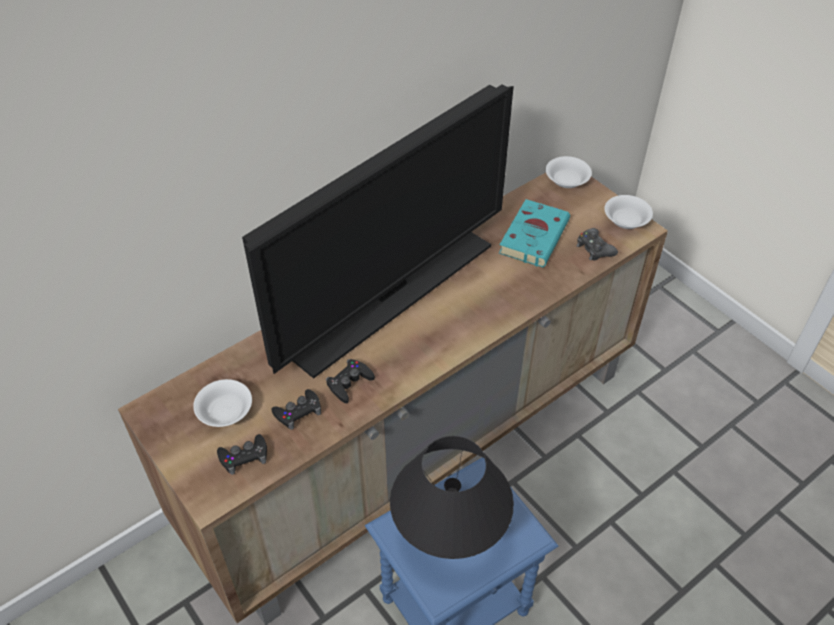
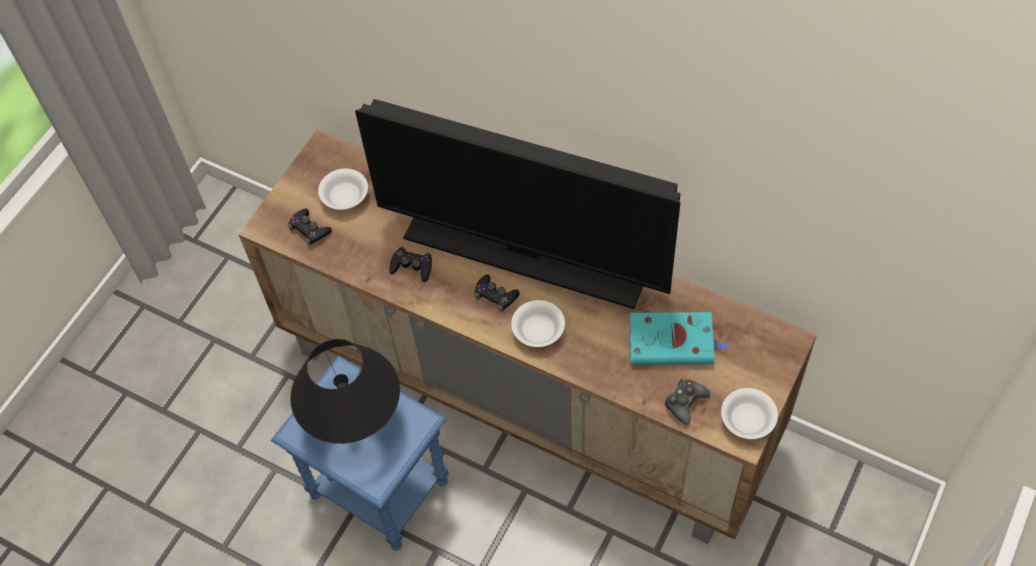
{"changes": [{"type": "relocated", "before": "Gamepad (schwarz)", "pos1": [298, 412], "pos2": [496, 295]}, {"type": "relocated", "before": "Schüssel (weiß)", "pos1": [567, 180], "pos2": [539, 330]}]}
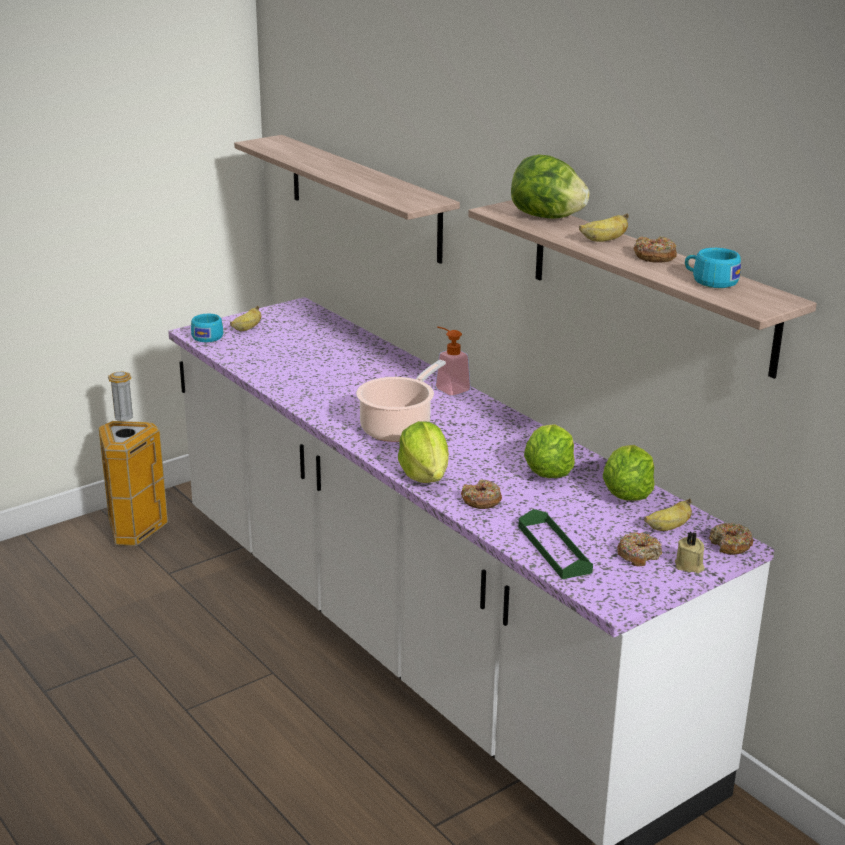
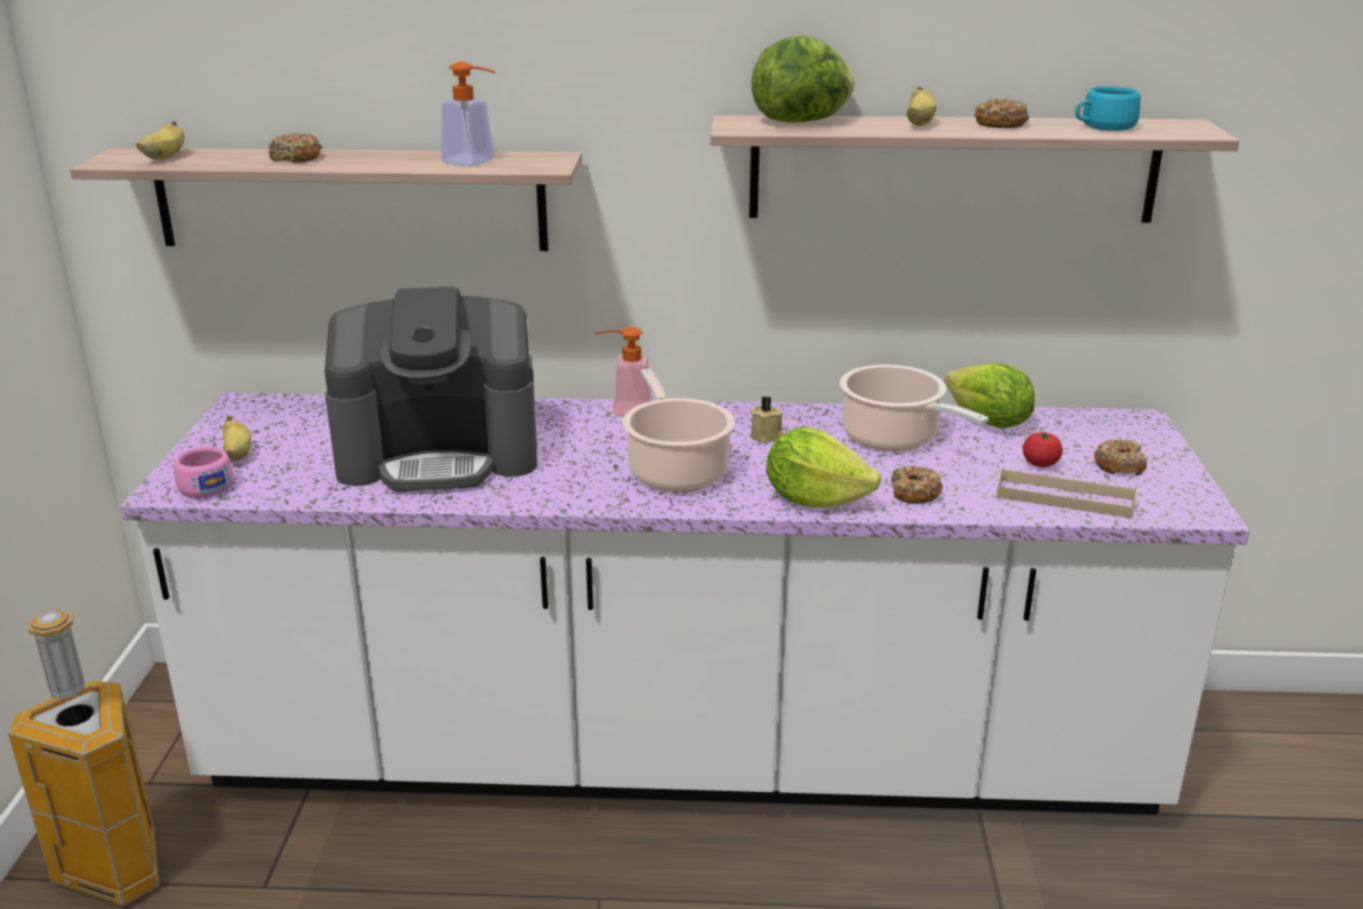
{"changes": [{"type": "appeared", "after": "Kaffeemaschine", "pos2": [440, 453]}, {"type": "appeared", "after": "Seifenspender", "pos2": [476, 162]}, {"type": "appeared", "after": "Tomate", "pos2": [1040, 464]}, {"type": "relocated", "before": "Banane", "pos1": [668, 528], "pos2": [165, 157]}, {"type": "relocated", "before": "Kerze (beige)", "pos1": [689, 566], "pos2": [767, 436]}, {"type": "relocated", "before": "Donut", "pos1": [730, 545], "pos2": [296, 157]}, {"type": "exchanged", "before": "Salatkopf", "after": "Kochtopf", "pos1": [548, 472], "pos2": [894, 438]}, {"type": "colour", "before": "Tasse (türkis)", "after": "Tasse (rosa)", "pos1": [209, 336], "pos2": [204, 486]}, {"type": "colour", "before": "Tablett (grün)", "after": "Tablett (beige)", "pos1": [554, 549], "pos2": [1064, 498]}]}
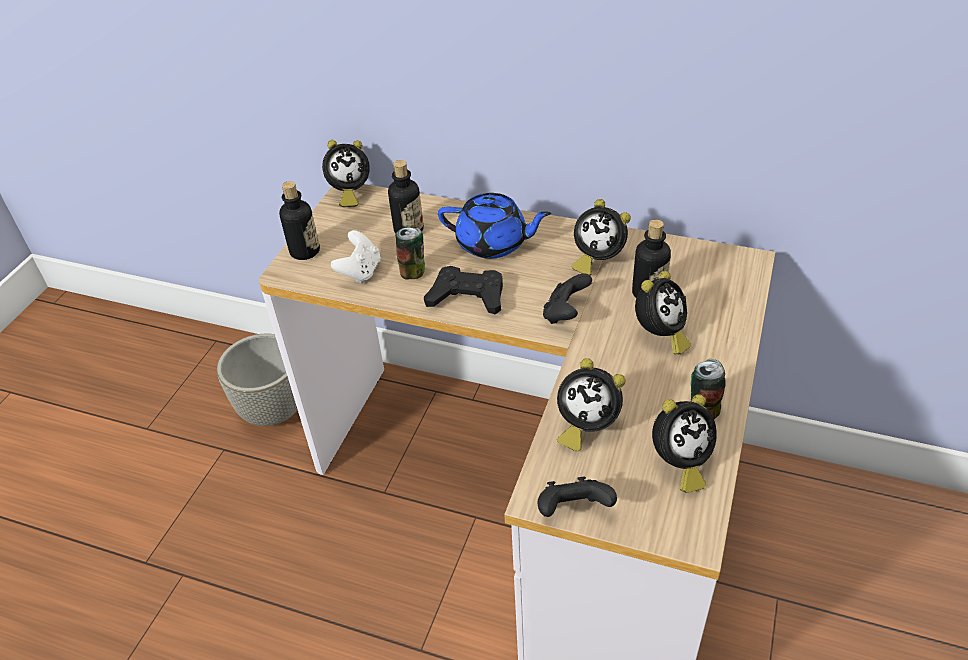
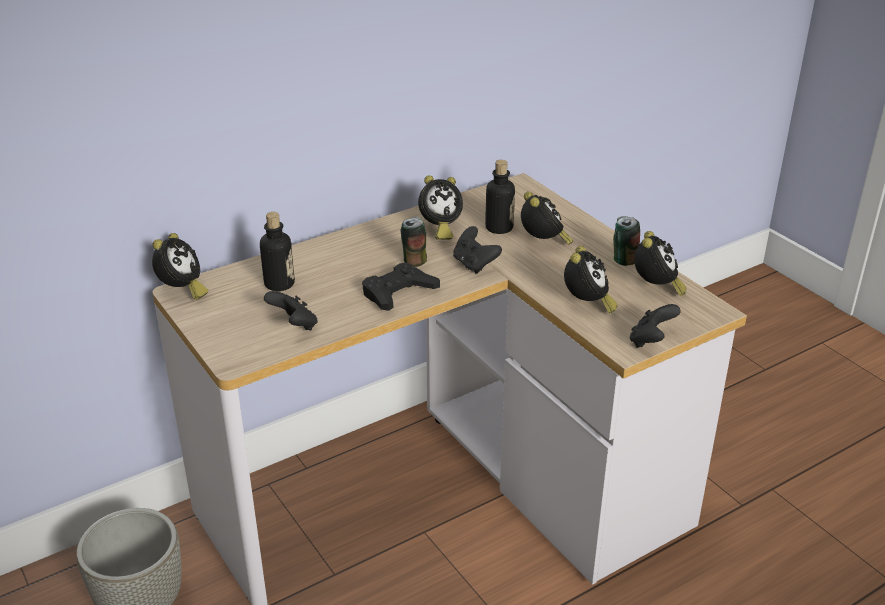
{"changes": [{"type": "missing", "before": "Flasche", "pos1": [305, 251]}, {"type": "missing", "before": "Teekanne (blau)", "pos1": [493, 243]}, {"type": "relocated", "before": "Dose", "pos1": [413, 272], "pos2": [414, 261]}, {"type": "colour", "before": "Gamepad (weiß)", "after": "Gamepad (schwarz)", "pos1": [360, 272], "pos2": [294, 325]}, {"type": "spun", "before": "Wecker", "pos1": [585, 426], "pos2": [587, 305], "turn": -45}]}
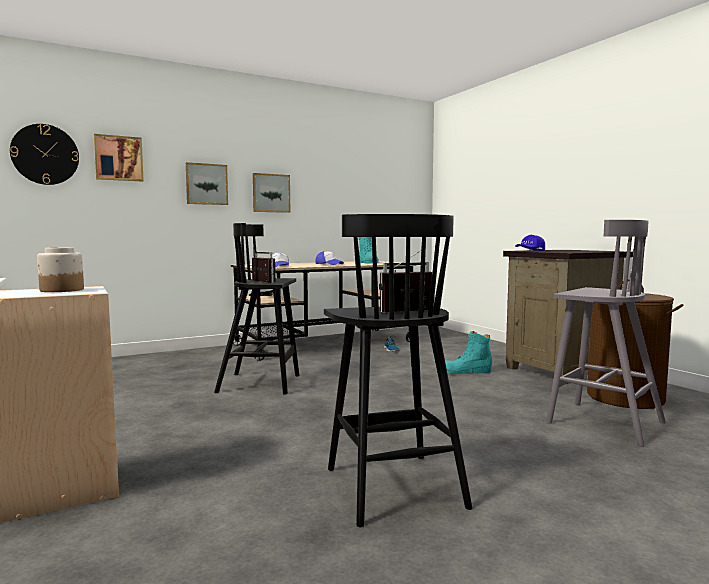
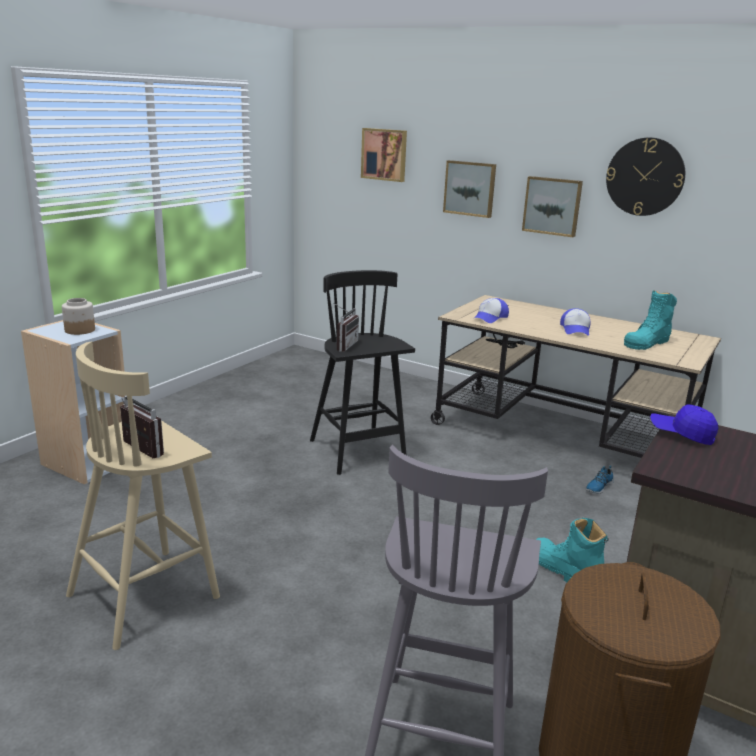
{"changes": [{"type": "relocated", "before": "Wanduhr", "pos1": [45, 154], "pos2": [645, 177]}, {"type": "colour", "before": "Hocker (schwarz)", "after": "Hocker (beige)", "pos1": [392, 484], "pos2": [148, 593]}]}
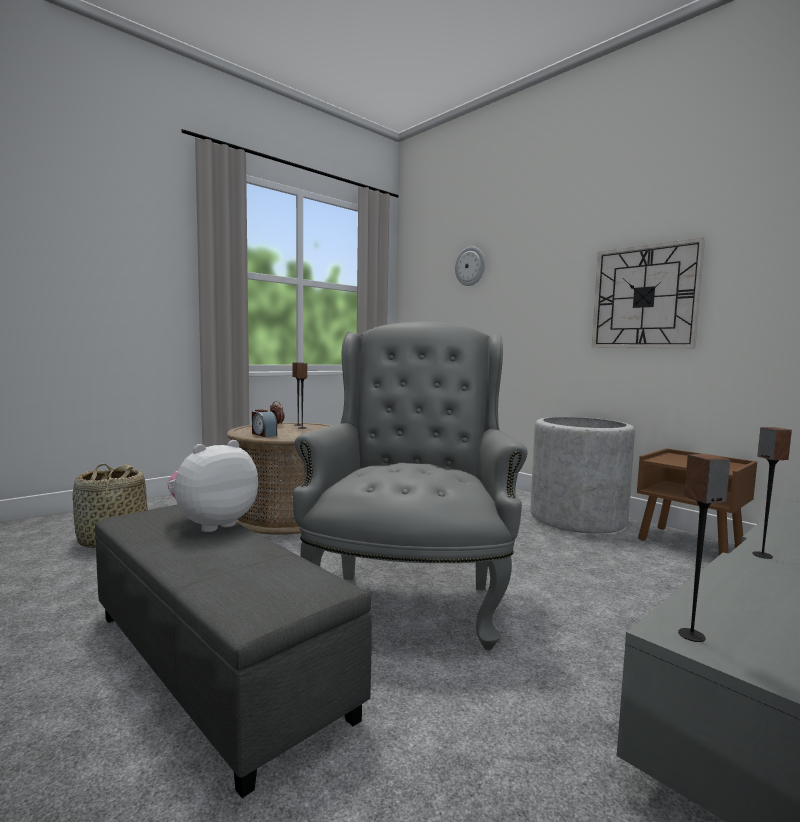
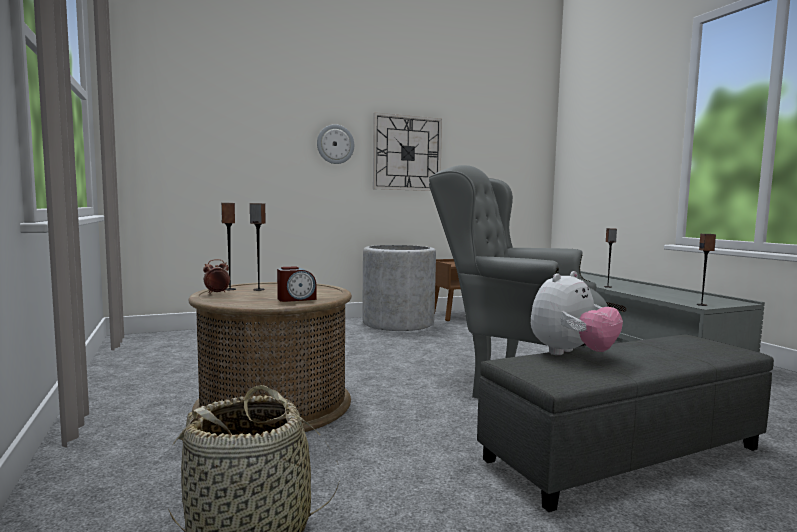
{"changes": [{"type": "relocated", "before": "Wanduhr", "pos1": [470, 266], "pos2": [335, 144]}, {"type": "spun", "before": "Plüschtier", "pos1": [212, 524], "pos2": [571, 354], "turn": -105}]}
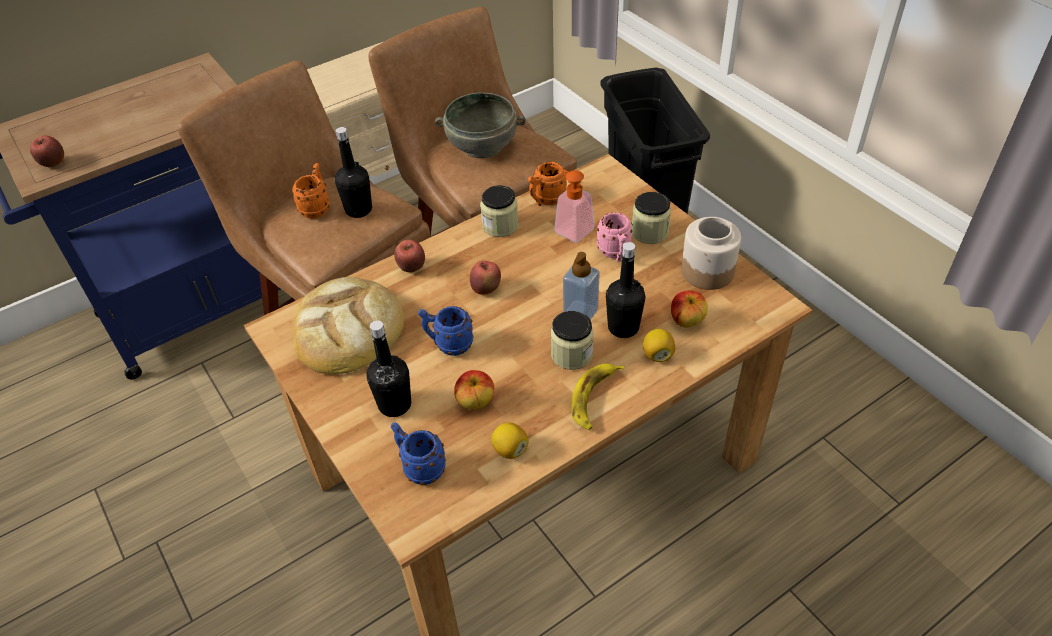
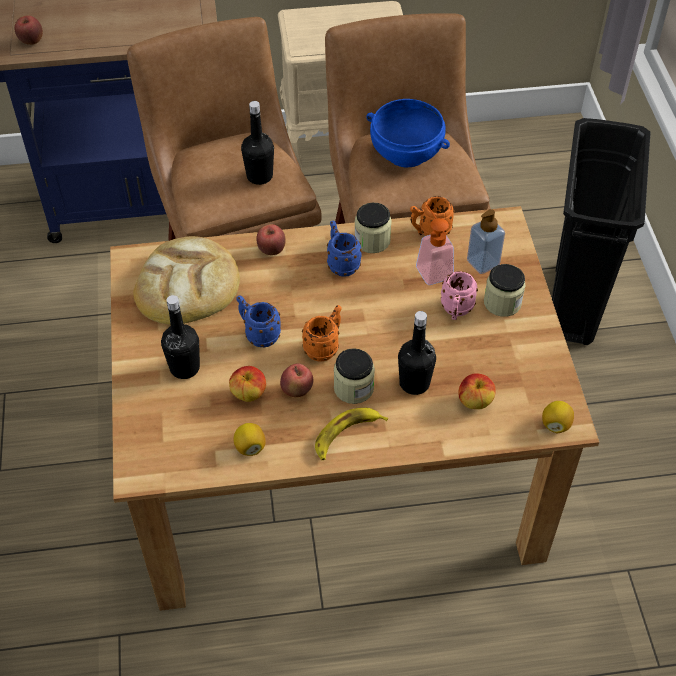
{"changes": [{"type": "missing", "before": "Vorratsglas", "pos1": [708, 271]}, {"type": "relocated", "before": "Henkelbecher (orange)", "pos1": [317, 207], "pos2": [324, 347]}, {"type": "relocated", "before": "Henkelbecher (blau)", "pos1": [420, 467], "pos2": [341, 263]}, {"type": "relocated", "before": "Apfel", "pos1": [486, 289], "pos2": [297, 391]}, {"type": "relocated", "before": "Seifenspender", "pos1": [580, 312], "pos2": [483, 262]}, {"type": "relocated", "before": "Zitrone", "pos1": [657, 355], "pos2": [555, 424]}, {"type": "colour", "before": "Schüssel (grau)", "after": "Schüssel (blau)", "pos1": [482, 145], "pos2": [407, 153]}]}
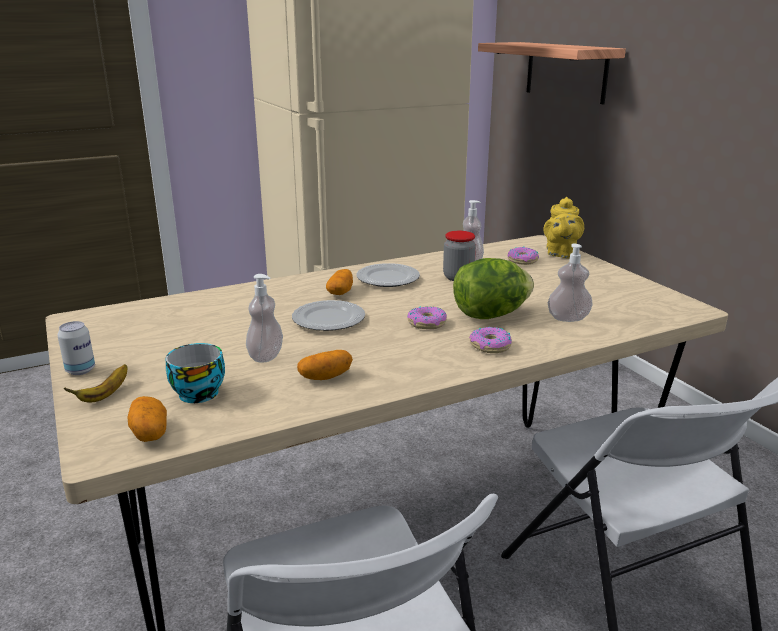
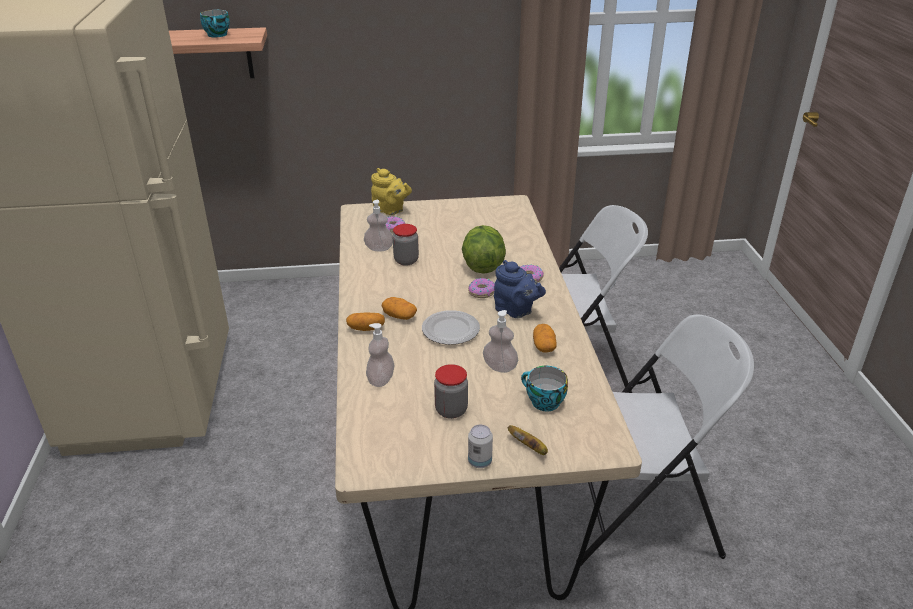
{"changes": [{"type": "missing", "before": "Teller", "pos1": [388, 278]}, {"type": "appeared", "after": "Tasse", "pos2": [218, 35]}, {"type": "appeared", "after": "Vorratsglas", "pos2": [451, 410]}, {"type": "appeared", "after": "Teekanne (blau)", "pos2": [516, 311]}, {"type": "relocated", "before": "Kartoffel", "pos1": [149, 432], "pos2": [366, 328]}, {"type": "relocated", "before": "Seifenspender", "pos1": [568, 318], "pos2": [381, 380]}]}
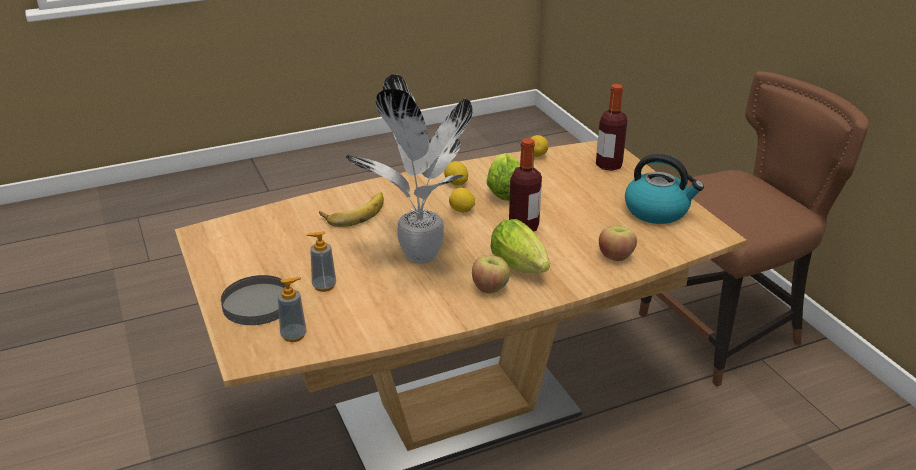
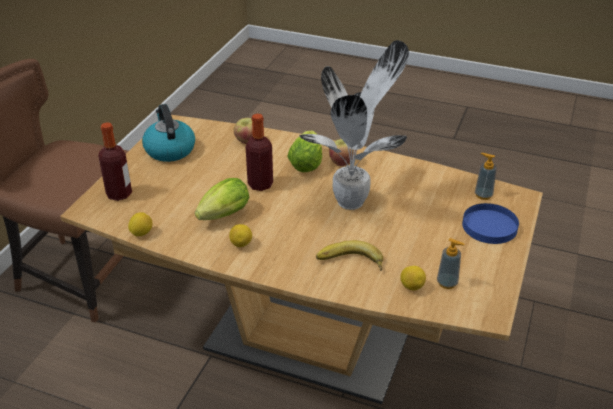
{"changes": [{"type": "relocated", "before": "Seifenspender", "pos1": [324, 286], "pos2": [447, 283]}, {"type": "relocated", "before": "Zitrone", "pos1": [461, 211], "pos2": [411, 286]}, {"type": "colour", "before": "Teller (grau)", "after": "Teller (blau)", "pos1": [258, 303], "pos2": [489, 226]}]}
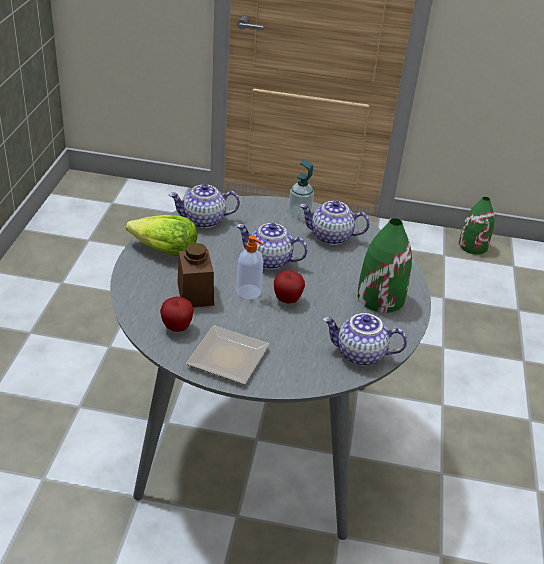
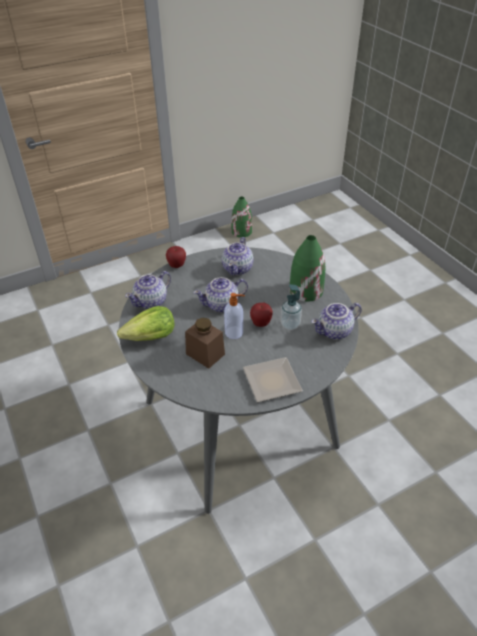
{"changes": [{"type": "relocated", "before": "Apfel", "pos1": [177, 328], "pos2": [177, 266]}, {"type": "relocated", "before": "Seifenspender", "pos1": [299, 213], "pos2": [290, 325]}, {"type": "spun", "before": "Teekanne", "pos1": [331, 237], "pos2": [238, 268], "turn": -45}]}
